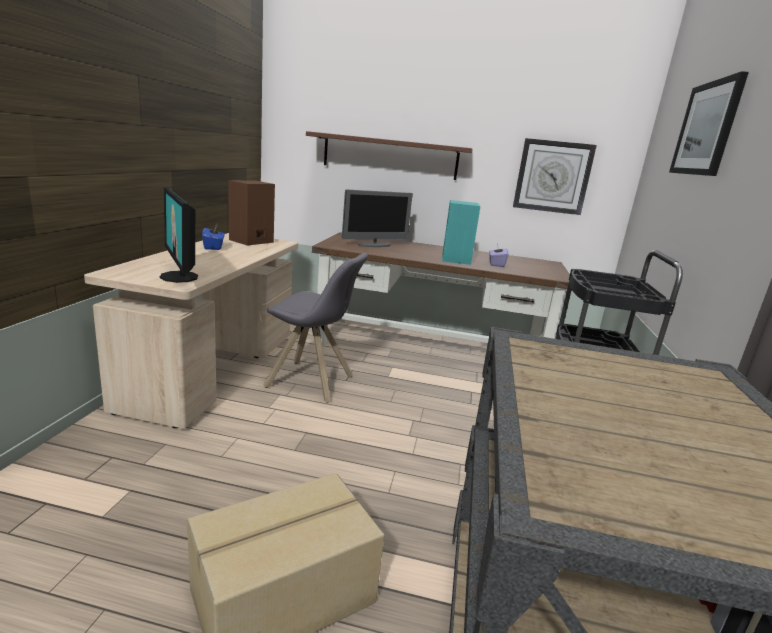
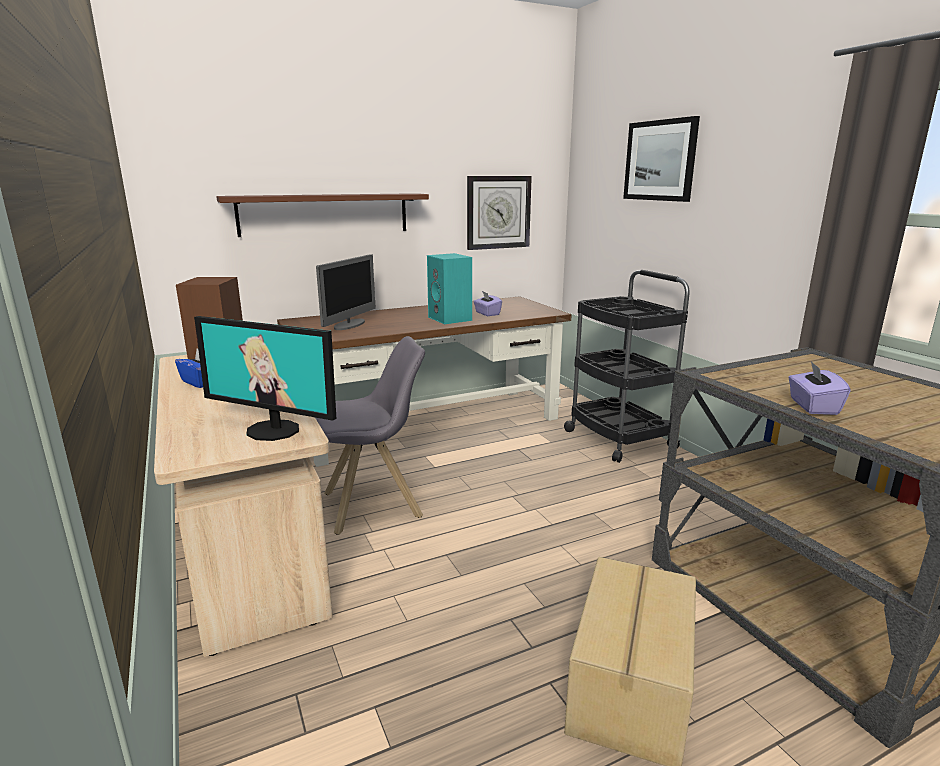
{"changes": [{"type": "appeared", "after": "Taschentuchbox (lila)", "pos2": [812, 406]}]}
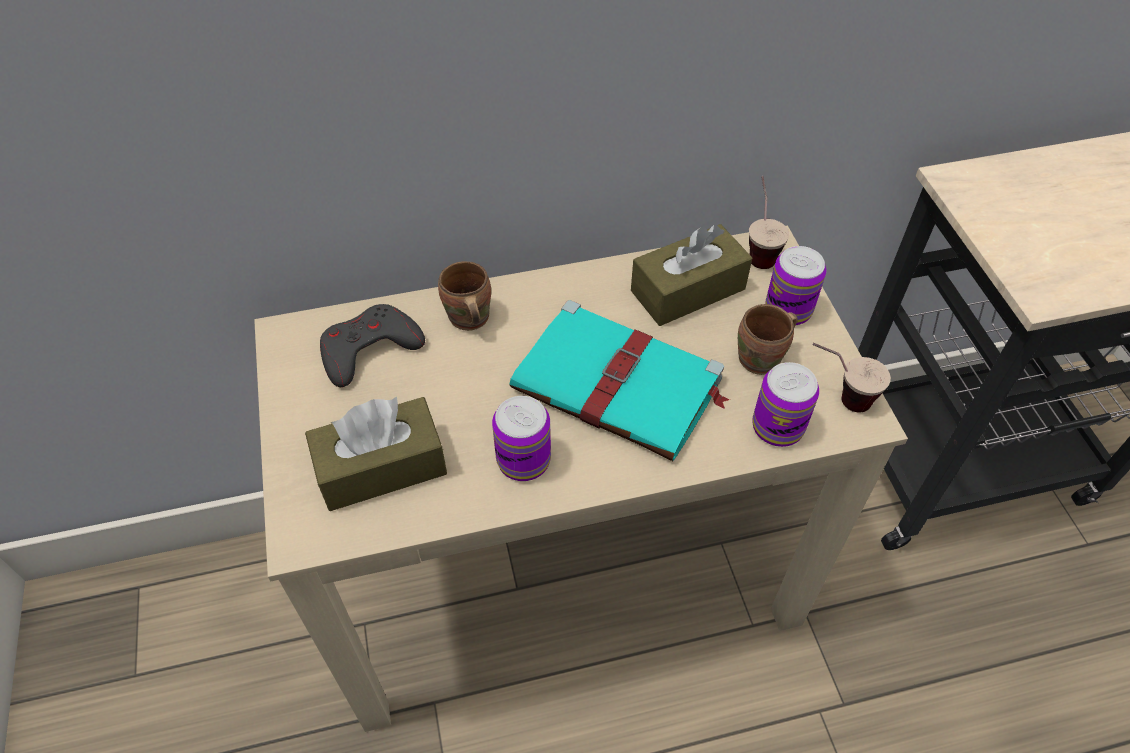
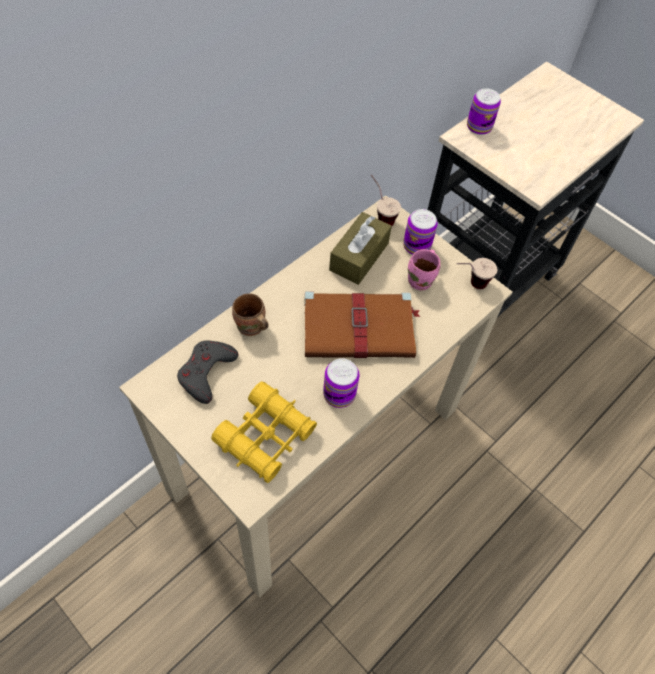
{"changes": [{"type": "relocated", "before": "Dose", "pos1": [777, 427], "pos2": [479, 127]}, {"type": "exchanged", "before": "Taschentuchbox (braun)", "after": "Fernglas (gelb)", "pos1": [381, 467], "pos2": [265, 437]}, {"type": "colour", "before": "Buch (türkis)", "after": "Buch (braun)", "pos1": [620, 385], "pos2": [360, 328]}, {"type": "colour", "before": "Henkelbecher (braun)", "after": "Henkelbecher (rosa)", "pos1": [762, 360], "pos2": [422, 281]}]}
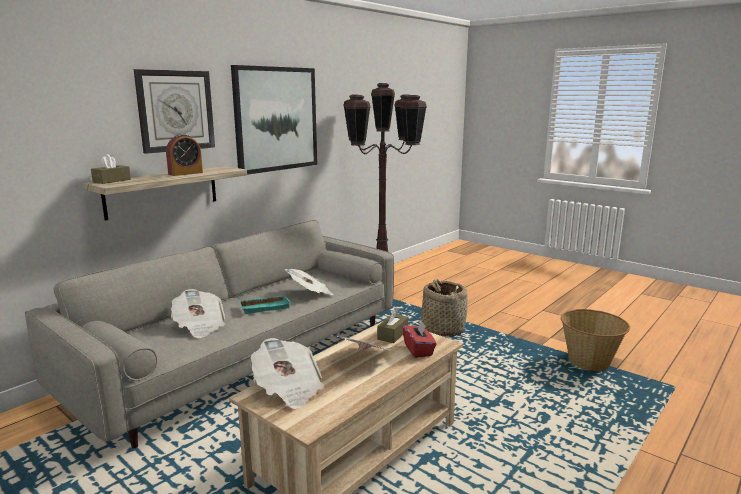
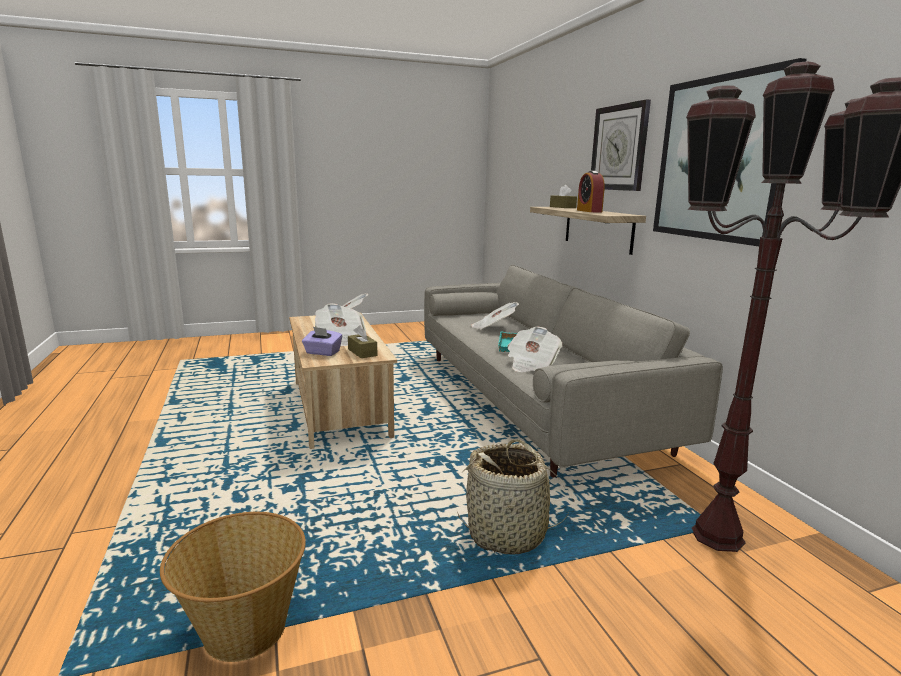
{"changes": [{"type": "colour", "before": "Taschentuchbox (rot)", "after": "Taschentuchbox (lila)", "pos1": [418, 350], "pos2": [322, 352]}]}
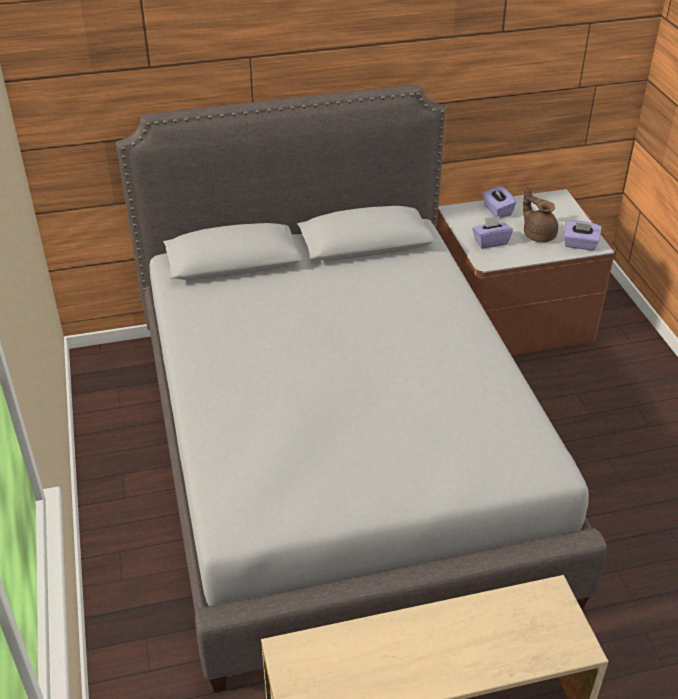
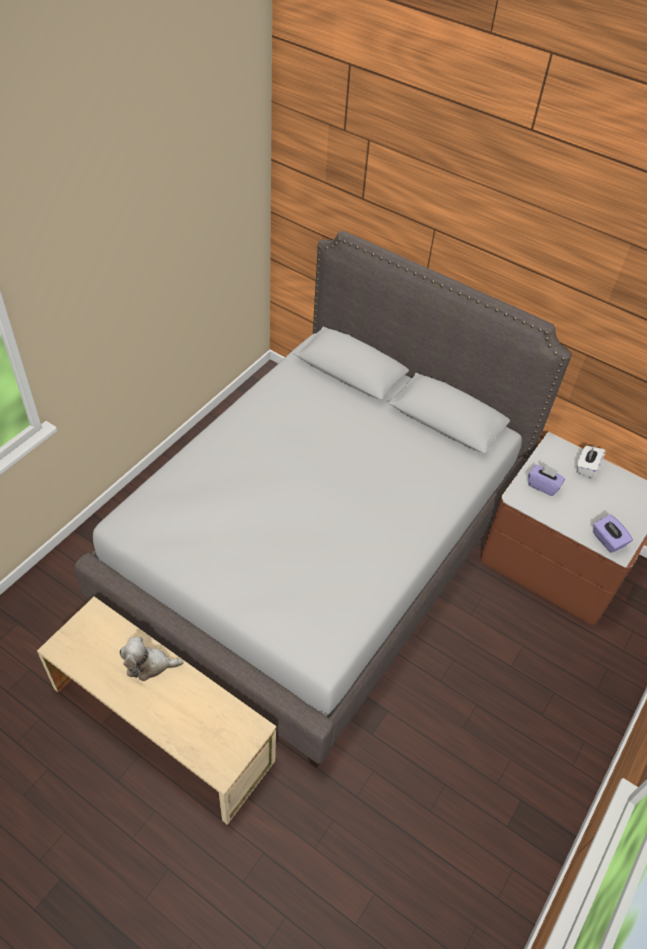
{"changes": [{"type": "missing", "before": "Teekanne (braun)", "pos1": [538, 235]}, {"type": "appeared", "after": "Plüschtier", "pos2": [149, 665]}, {"type": "colour", "before": "Taschentuchbox (lila)", "after": "Taschentuchbox (weiß)", "pos1": [497, 210], "pos2": [586, 467]}]}
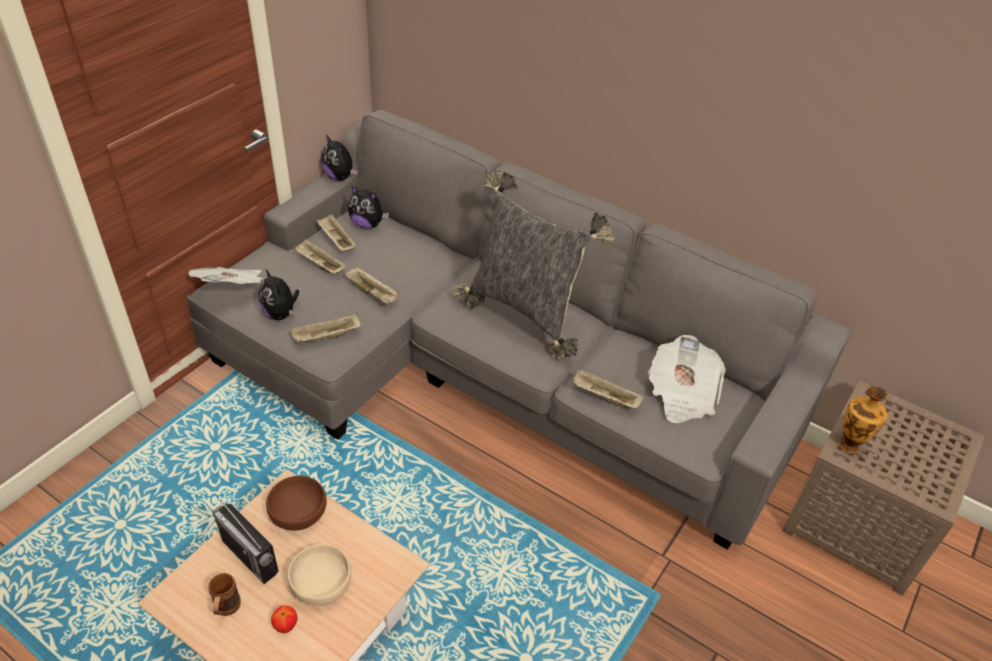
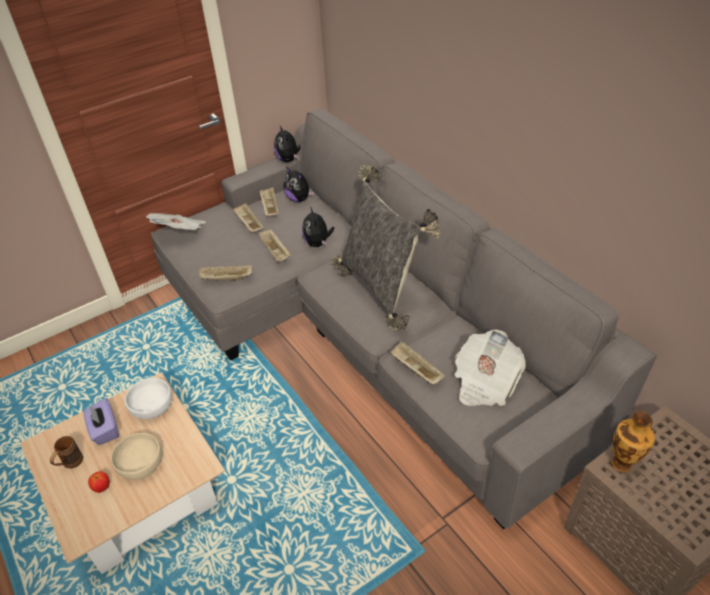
{"changes": [{"type": "relocated", "before": "Plüschtier", "pos1": [281, 314], "pos2": [318, 243]}, {"type": "exchanged", "before": "Radio", "after": "Taschentuchbox (lila)", "pos1": [250, 556], "pos2": [105, 430]}, {"type": "colour", "before": "Schüssel (braun)", "after": "Schüssel (weiß)", "pos1": [299, 514], "pos2": [153, 407]}]}
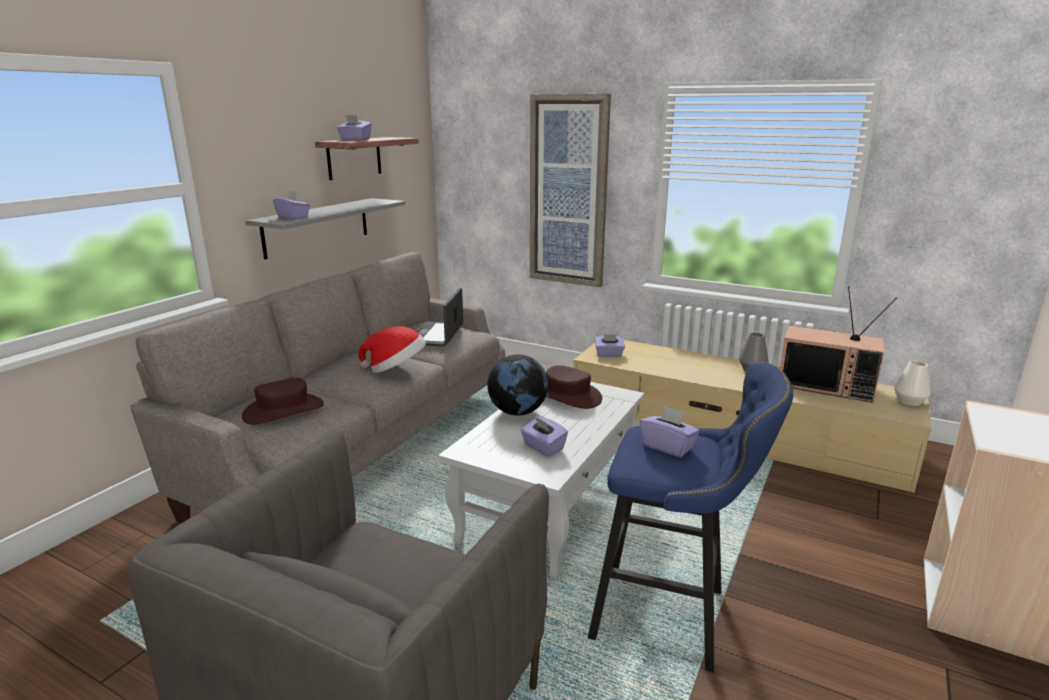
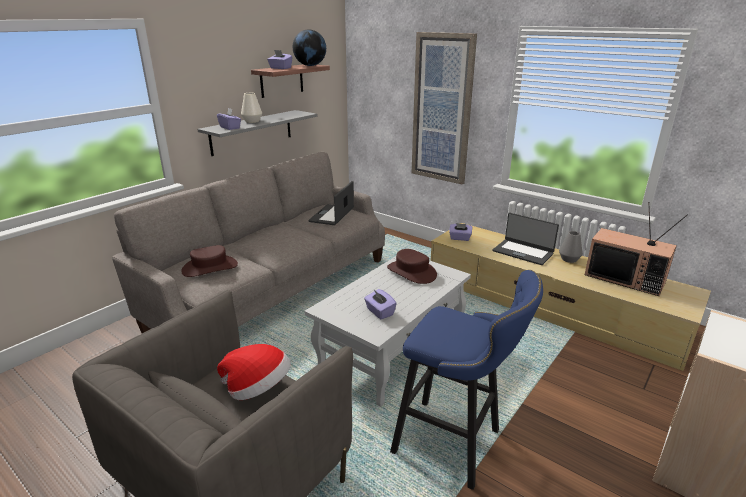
{"changes": [{"type": "missing", "before": "Taschentuchbox (lila)", "pos1": [668, 446]}, {"type": "appeared", "after": "Laptop", "pos2": [523, 252]}, {"type": "relocated", "before": "Hut", "pos1": [396, 369], "pos2": [258, 389]}, {"type": "relocated", "before": "Globus", "pos1": [518, 412], "pos2": [310, 65]}, {"type": "relocated", "before": "Vase (weiß)", "pos1": [909, 402], "pos2": [252, 121]}]}
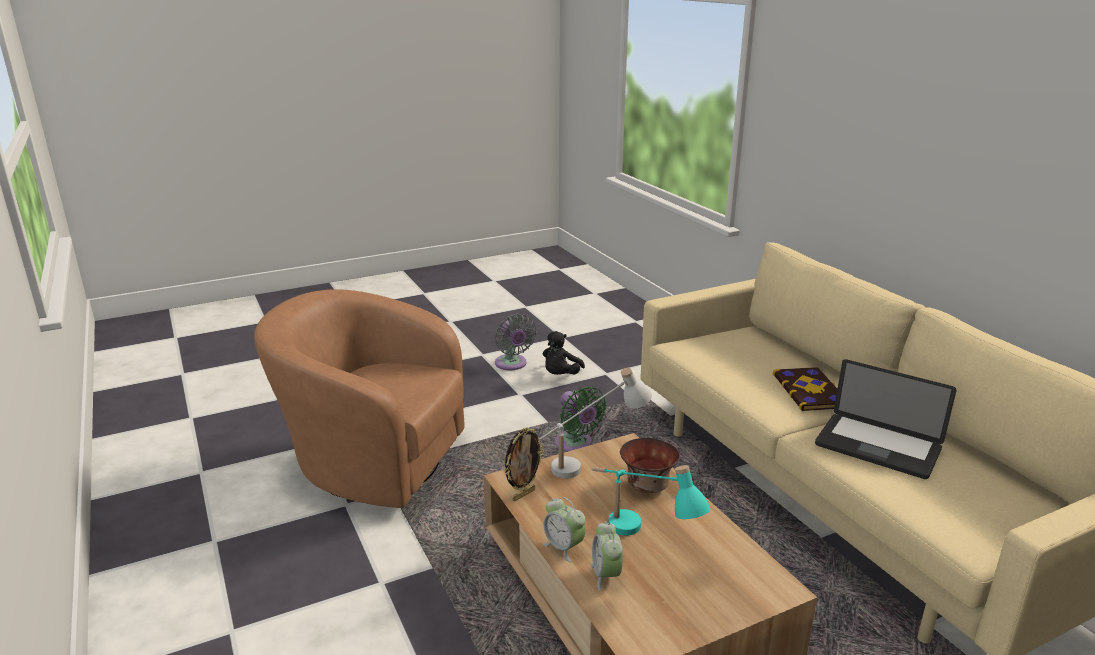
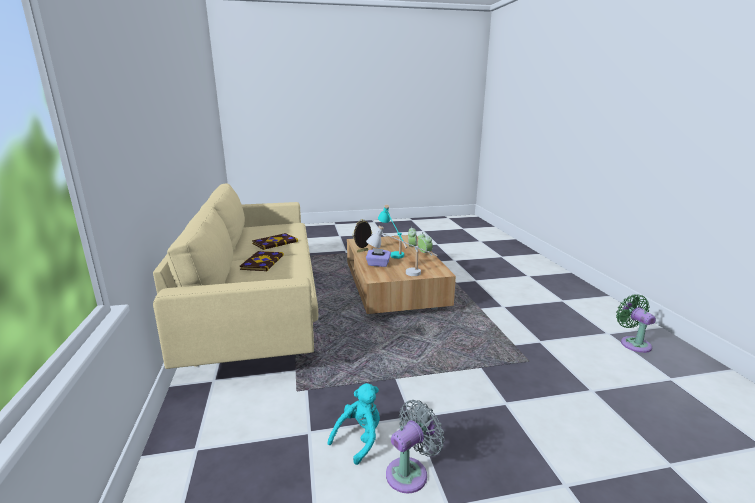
{"changes": [{"type": "missing", "before": "Sessel (braun)", "pos1": [373, 462]}, {"type": "relocated", "before": "Bilderrahmen", "pos1": [523, 494], "pos2": [362, 251]}, {"type": "relocated", "before": "Ventilator (grün)", "pos1": [575, 445], "pos2": [633, 343]}, {"type": "exchanged", "before": "Schüssel", "after": "Taschentuchbox (lila)", "pos1": [647, 485], "pos2": [378, 264]}, {"type": "exchanged", "before": "Laptop", "after": "Buch", "pos1": [877, 447], "pos2": [275, 242]}, {"type": "colour", "before": "Plüschtier (schwarz)", "after": "Plüschtier (türkis)", "pos1": [560, 375], "pos2": [359, 438]}, {"type": "spun", "before": "Ventilator (grau)", "pos1": [512, 364], "pos2": [410, 472], "turn": 60}]}
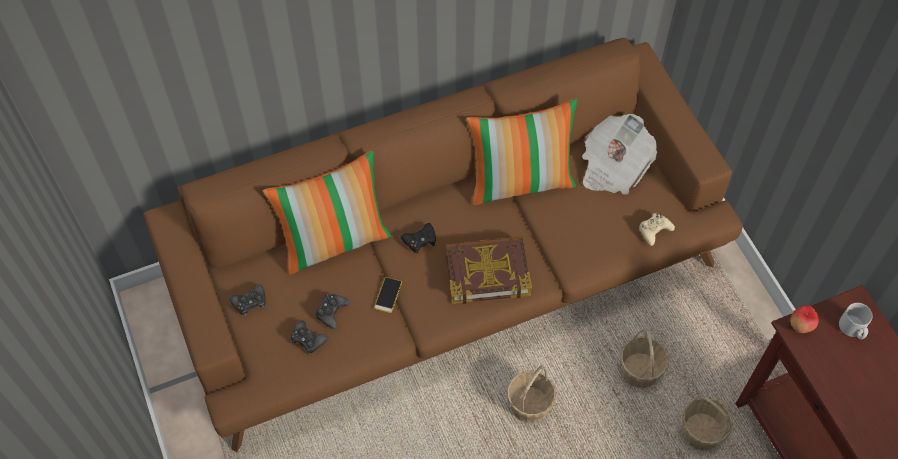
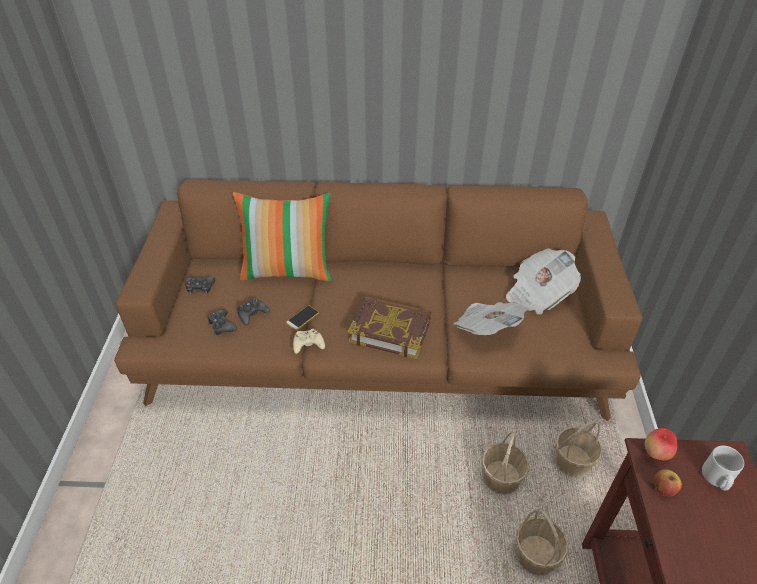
{"changes": [{"type": "missing", "before": "Gamepad (schwarz)", "pos1": [420, 240]}, {"type": "missing", "before": "Kissen", "pos1": [520, 181]}, {"type": "appeared", "after": "Zeitung", "pos2": [487, 328]}, {"type": "appeared", "after": "Apfel", "pos2": [663, 488]}, {"type": "relocated", "before": "Korb", "pos1": [530, 405], "pos2": [573, 462]}, {"type": "relocated", "before": "Gamepad (beige)", "pos1": [654, 230], "pos2": [308, 344]}]}
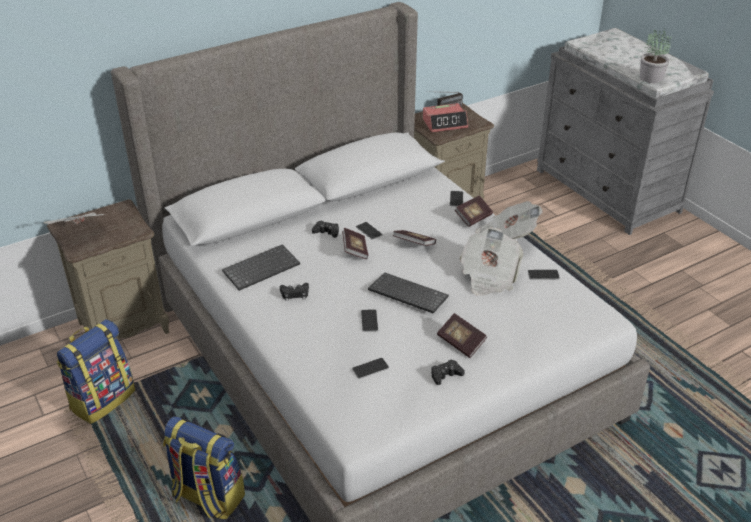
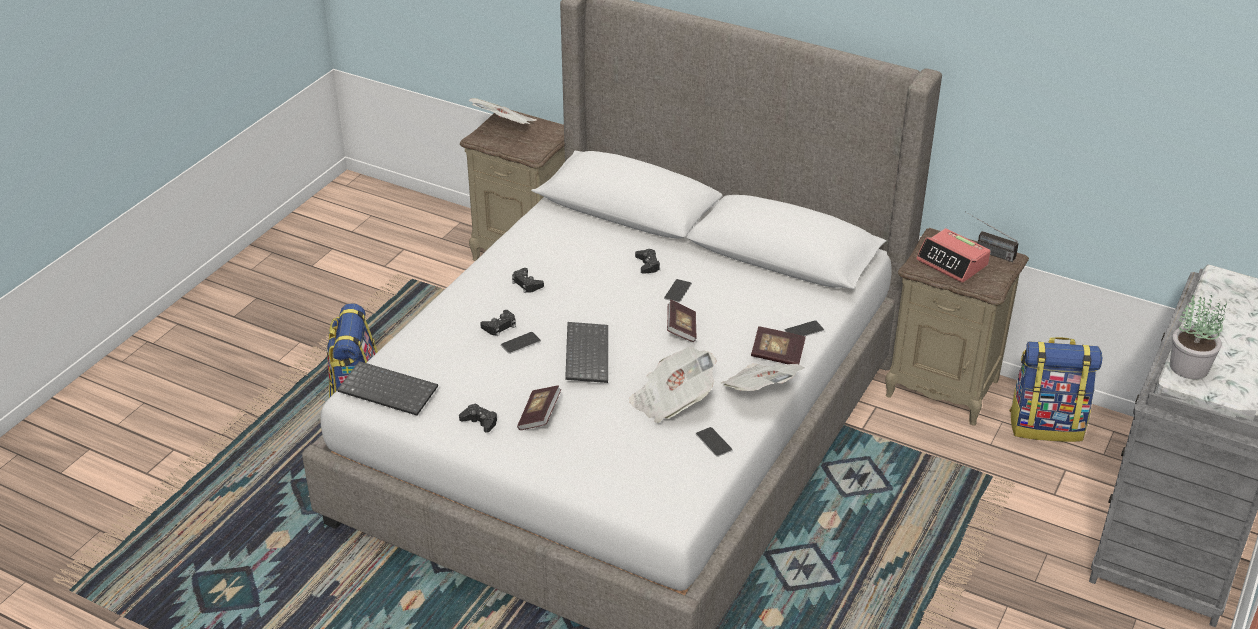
{"changes": [{"type": "missing", "before": "Buch", "pos1": [355, 250]}, {"type": "missing", "before": "Handy", "pos1": [370, 368]}, {"type": "appeared", "after": "Gamepad (schwarz)", "pos2": [500, 326]}, {"type": "relocated", "before": "Rucksack", "pos1": [102, 399], "pos2": [1046, 425]}, {"type": "relocated", "before": "Tastatur", "pos1": [261, 268], "pos2": [390, 389]}]}
